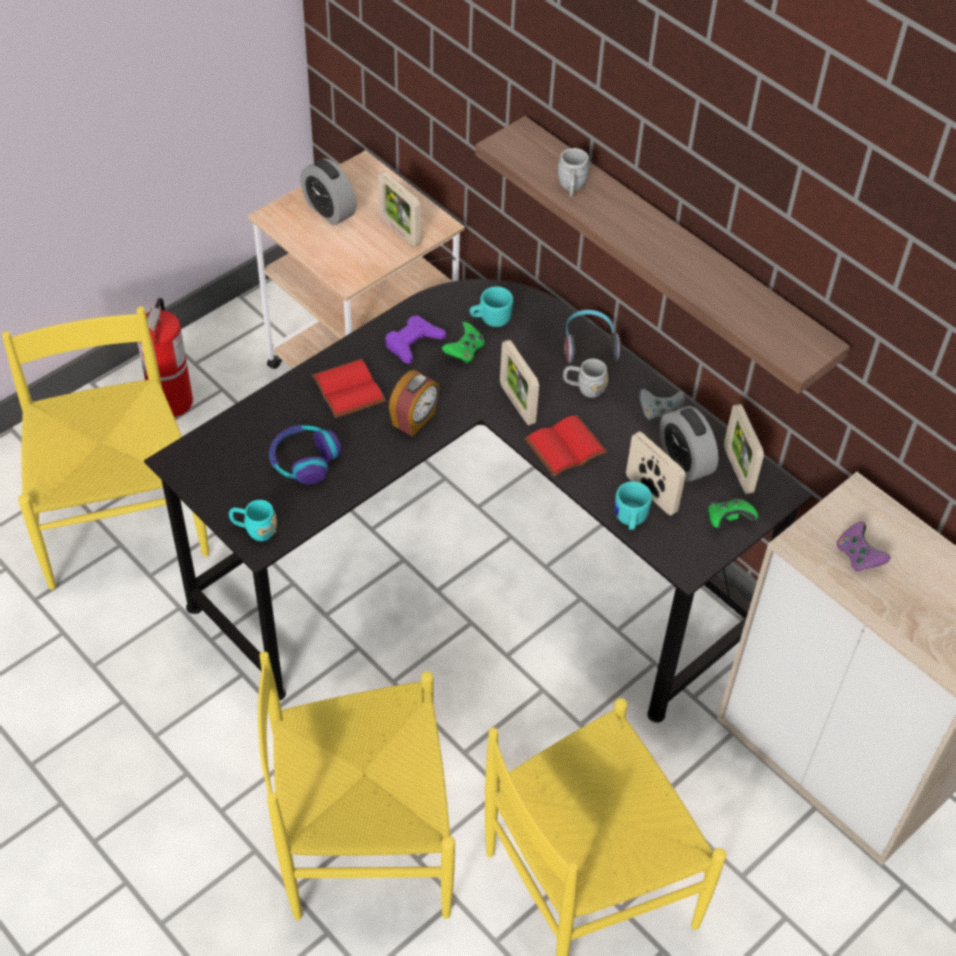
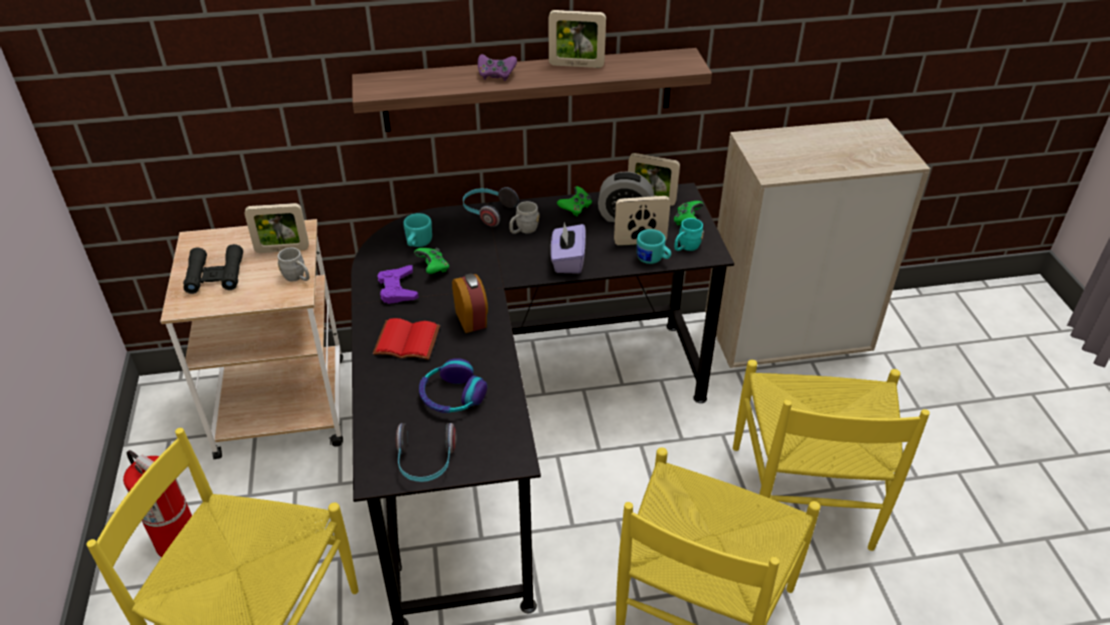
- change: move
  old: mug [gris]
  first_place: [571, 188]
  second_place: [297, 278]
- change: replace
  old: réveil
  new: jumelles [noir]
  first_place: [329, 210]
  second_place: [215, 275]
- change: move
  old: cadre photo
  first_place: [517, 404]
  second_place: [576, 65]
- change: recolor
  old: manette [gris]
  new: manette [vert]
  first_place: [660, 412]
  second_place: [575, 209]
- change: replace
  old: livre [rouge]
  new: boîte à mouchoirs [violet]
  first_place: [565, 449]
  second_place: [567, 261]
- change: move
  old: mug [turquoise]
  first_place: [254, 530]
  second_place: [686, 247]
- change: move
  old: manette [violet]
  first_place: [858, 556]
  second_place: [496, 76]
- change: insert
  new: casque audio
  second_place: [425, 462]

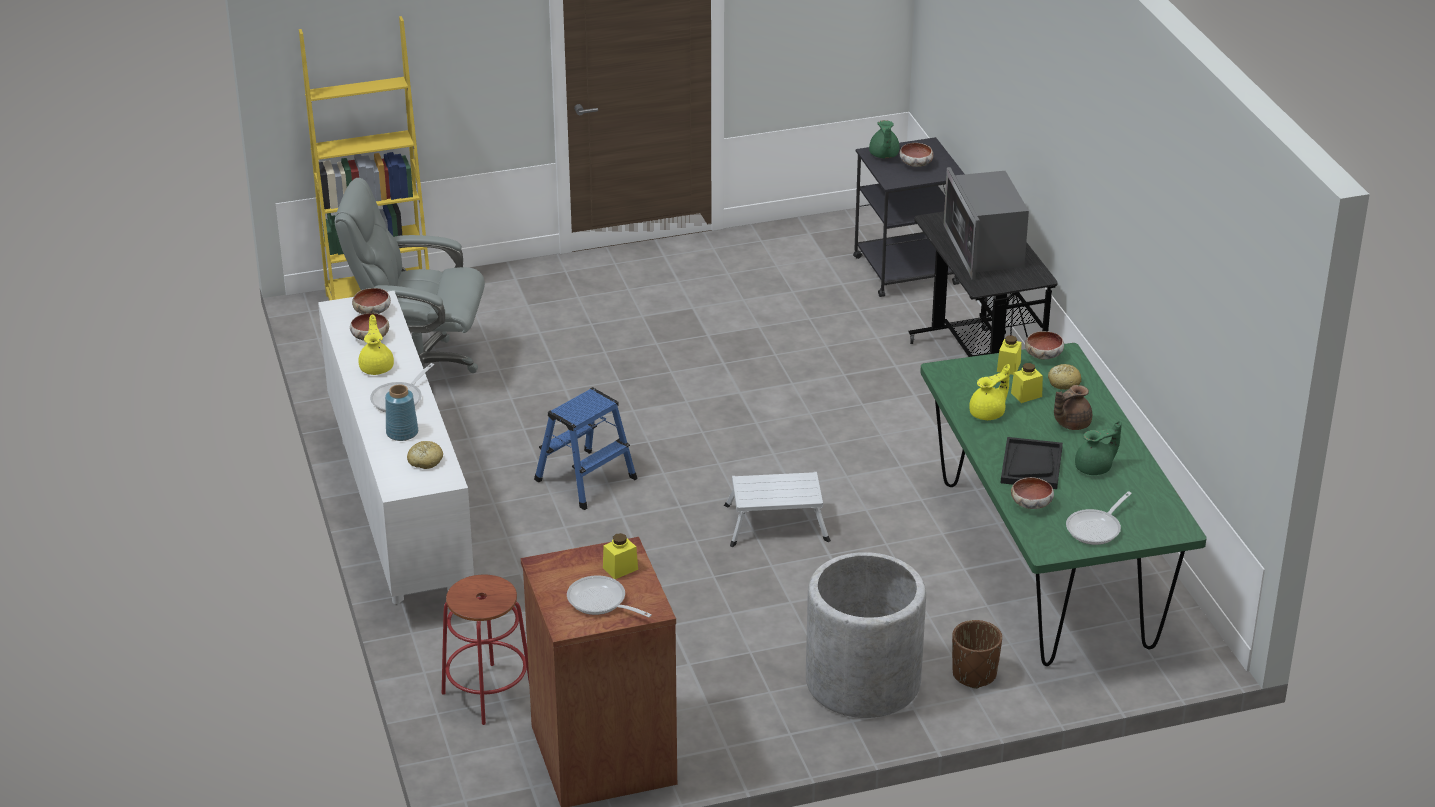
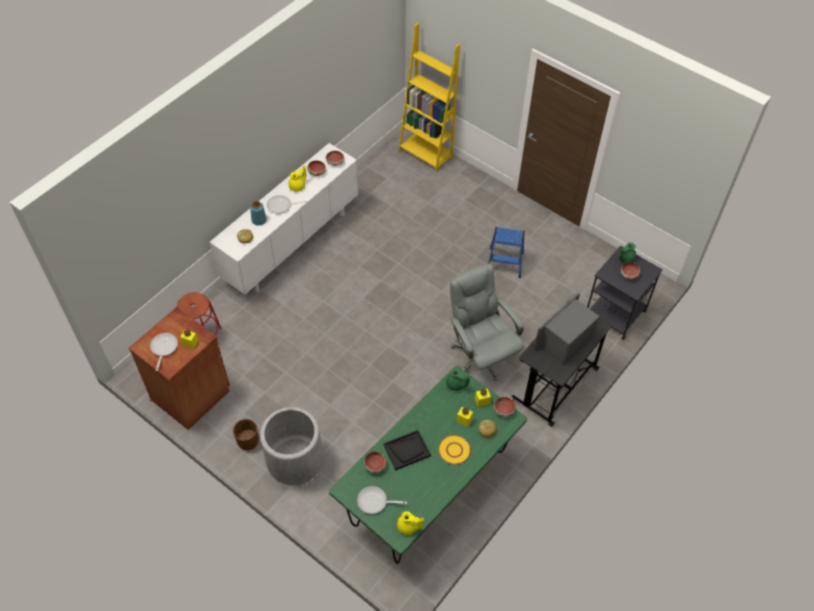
- change: move
  old: chaise de bureau [gris]
  first_place: [422, 368]
  second_place: [481, 358]
- change: move
  old: théière [jaune]
  first_place: [988, 413]
  second_place: [408, 527]
- change: replace
  old: théière [marron]
  new: assiette [jaune]
  first_place: [1071, 423]
  second_place: [454, 450]
- change: move
  old: escabeau [bleu]
  first_place: [586, 479]
  second_place: [505, 262]
- change: move
  old: théière [vert]
  first_place: [1095, 468]
  second_place: [456, 385]
- change: delete
  old: escabeau [blanc]
  first_place: [775, 523]
- change: move
  old: cache-pot [marron]
  first_place: [974, 675]
  second_place: [248, 441]

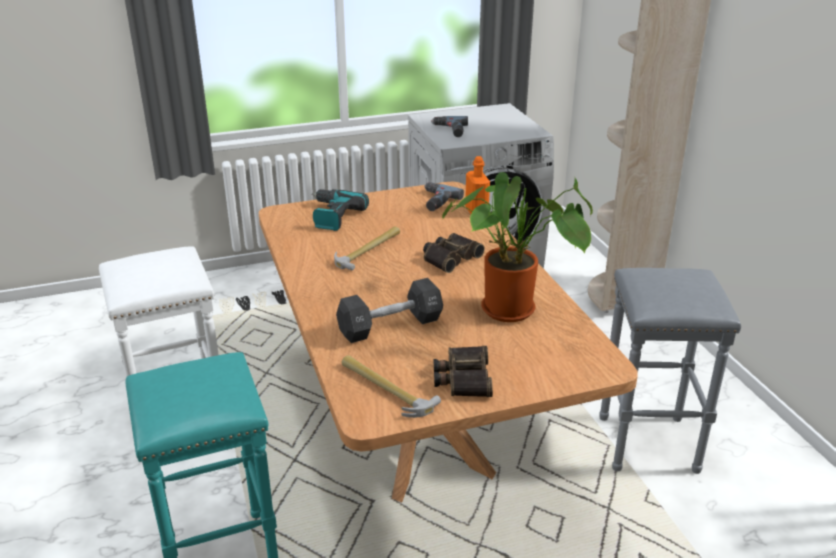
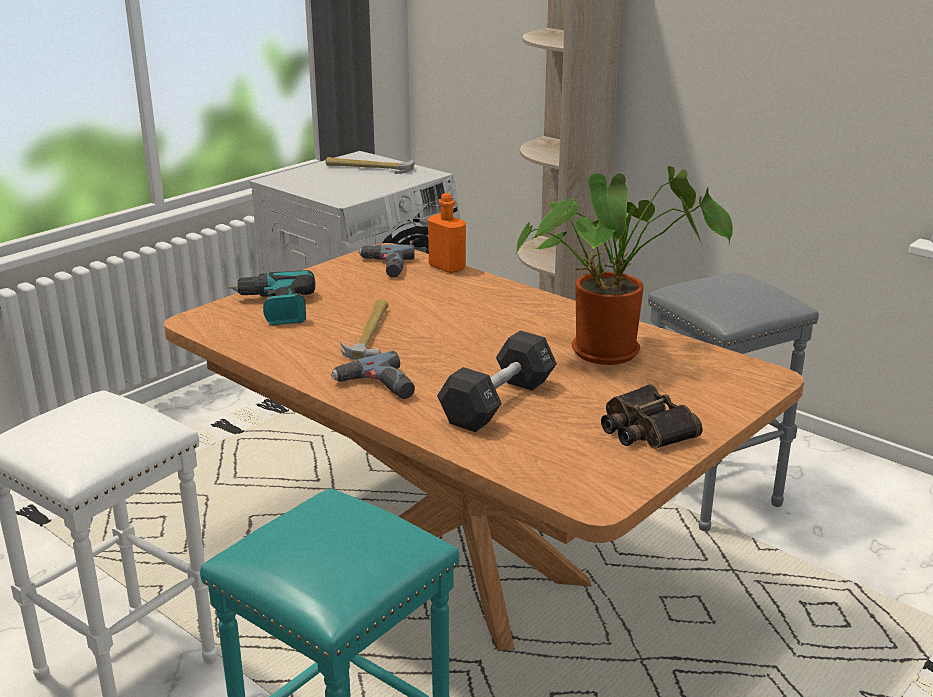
- change: move
  old: perceuse
  first_place: [450, 130]
  second_place: [376, 387]
- change: delete
  old: jumelles
  first_place: [450, 257]
- change: move
  old: marteau
  first_place: [386, 388]
  second_place: [369, 168]

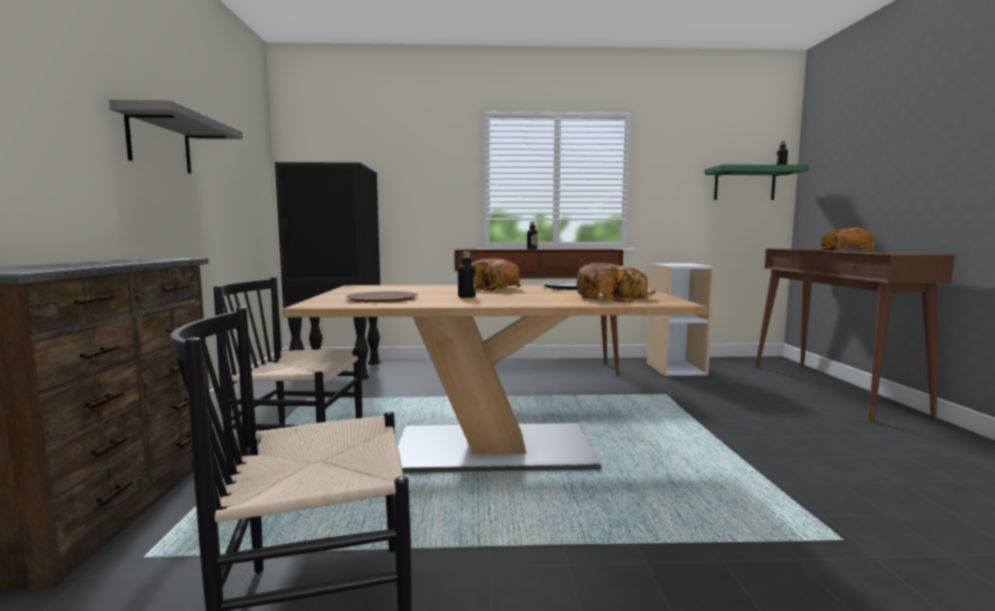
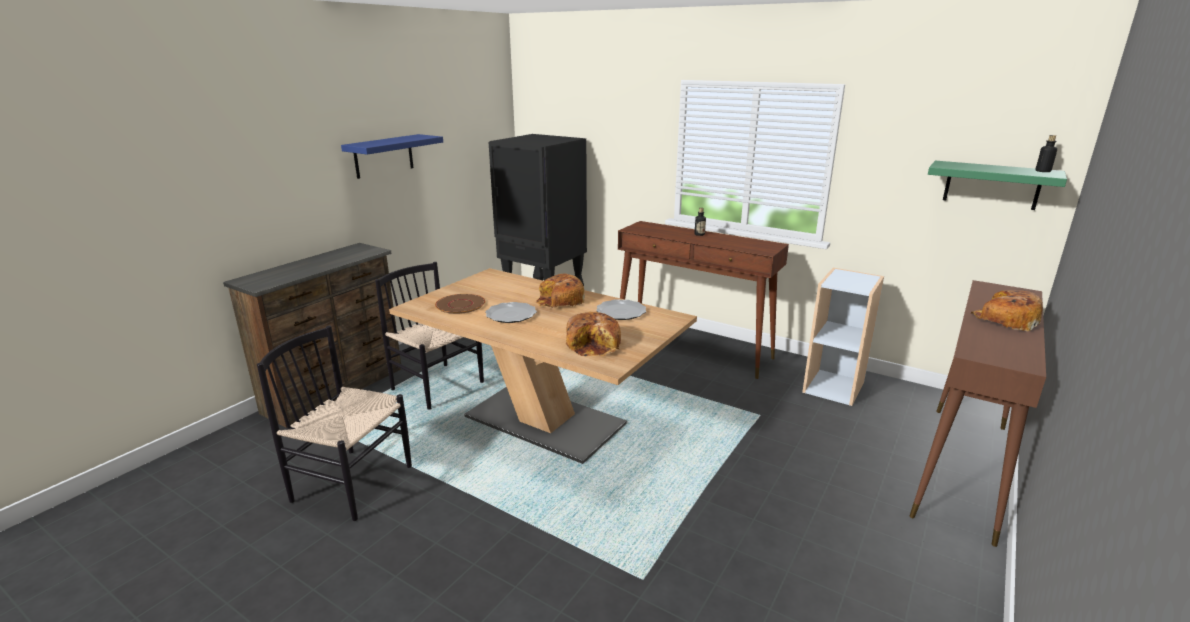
- change: recolor
  old: étagère [gris]
  new: étagère [bleu]
  first_place: [159, 142]
  second_place: [384, 156]
- change: replace
  old: bouteille
  new: assiette
  first_place: [466, 297]
  second_place: [510, 314]

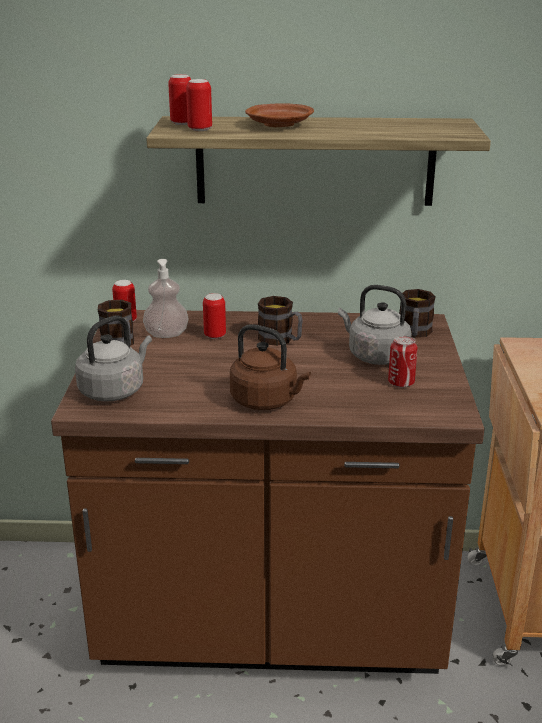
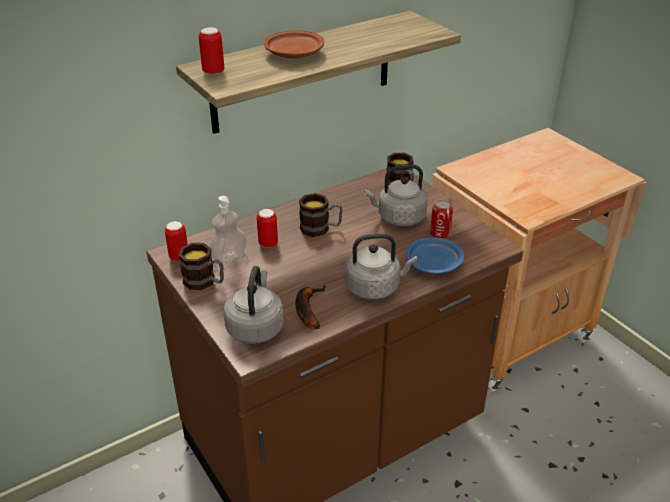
- change: delete
  old: boîte métallique
  first_place: [200, 129]
- change: recolor
  old: bouilloire [marron]
  new: bouilloire [gris]
  first_place: [267, 401]
  second_place: [375, 287]
- change: insert
  new: assiette [bleu]
  second_place: [434, 263]
- change: insert
  new: banane
  second_place: [307, 309]

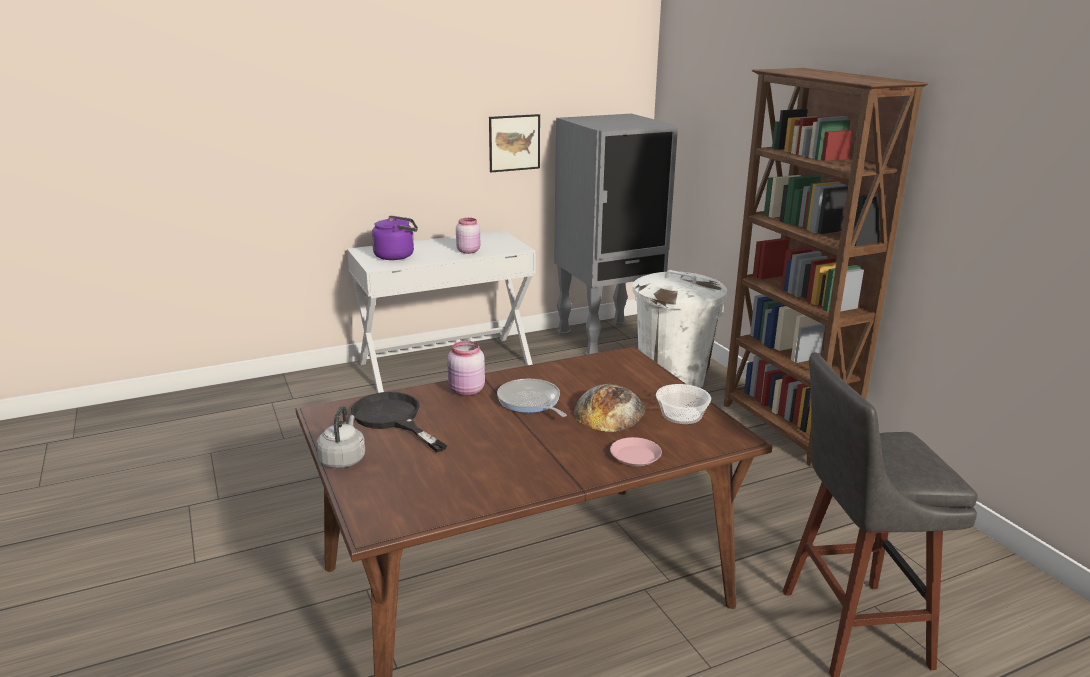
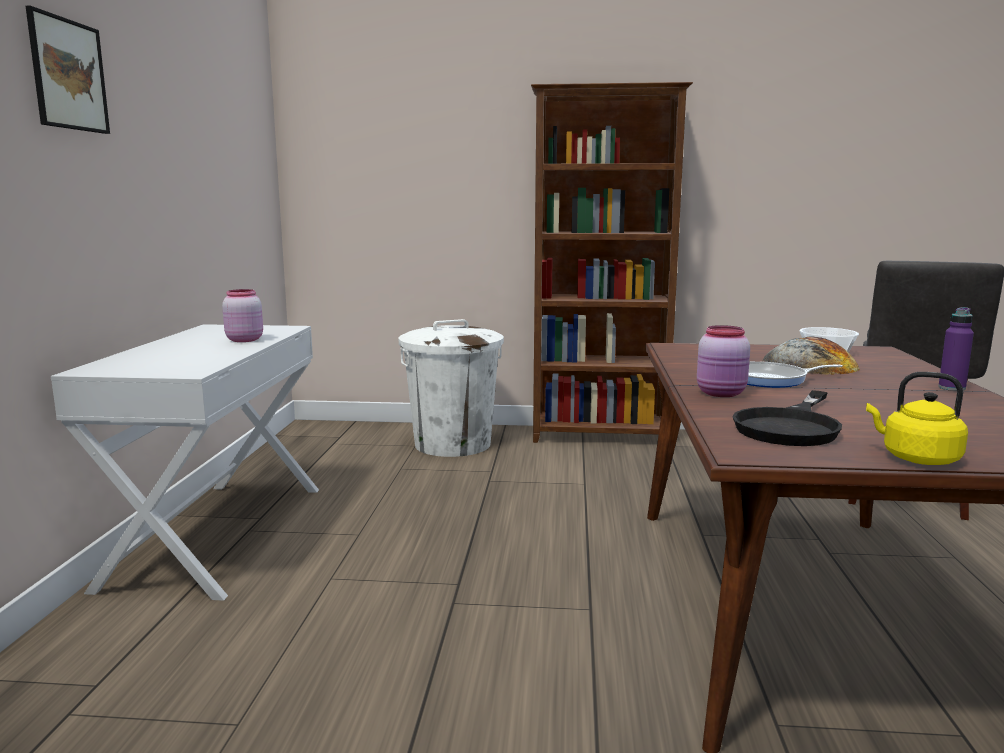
- change: move
  old: tableau
  first_place: [514, 143]
  second_place: [68, 74]
- change: delete
  old: meuble de rangement [gris]
  first_place: [607, 338]
- change: delete
  old: bouilloire [violet]
  first_place: [397, 256]
- change: rotate
  old: poêle [noir]
  first_place: [393, 419]
  second_place: [791, 426]
  degrees: -45
- change: recolor
  old: bouilloire [gris]
  new: bouilloire [jaune]
  first_place: [343, 459]
  second_place: [916, 458]
- change: delete
  old: assiette [rose]
  first_place: [635, 456]
- change: insert
  new: bouteille [violet]
  second_place: [951, 388]

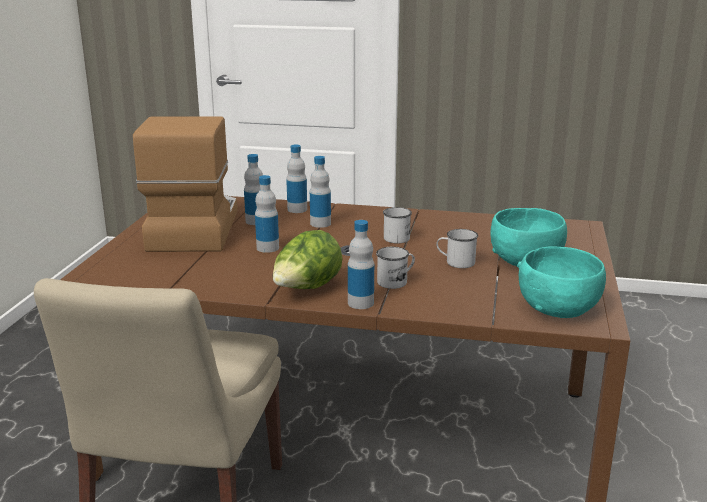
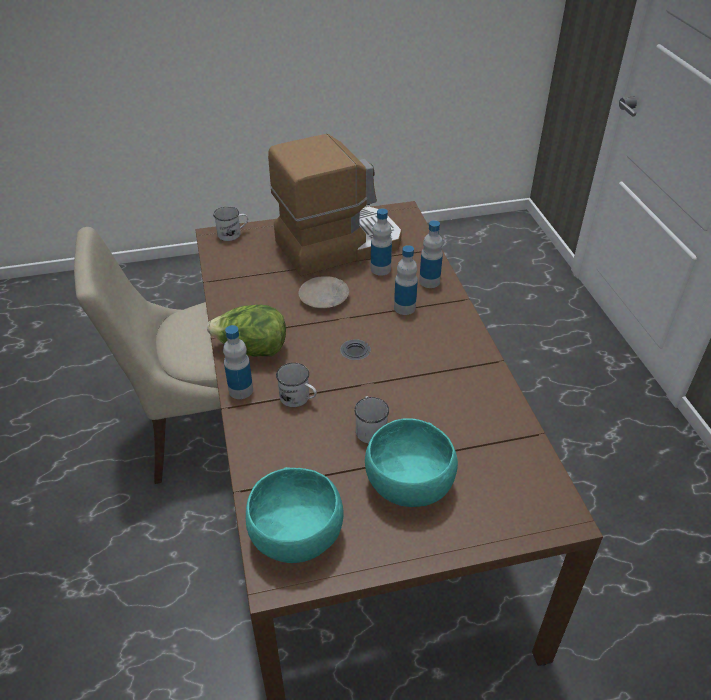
- change: replace
  old: bouteille
  new: assiette [beige]
  first_place: [267, 248]
  second_place: [324, 298]
- change: move
  old: mug [blanc]
  first_place: [397, 237]
  second_place: [233, 234]

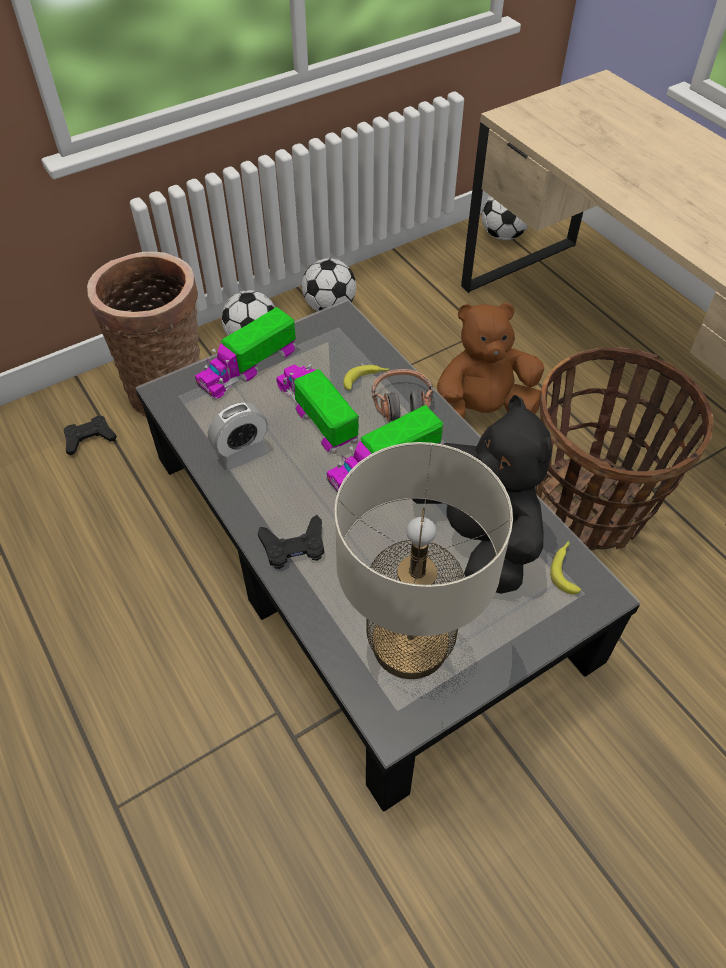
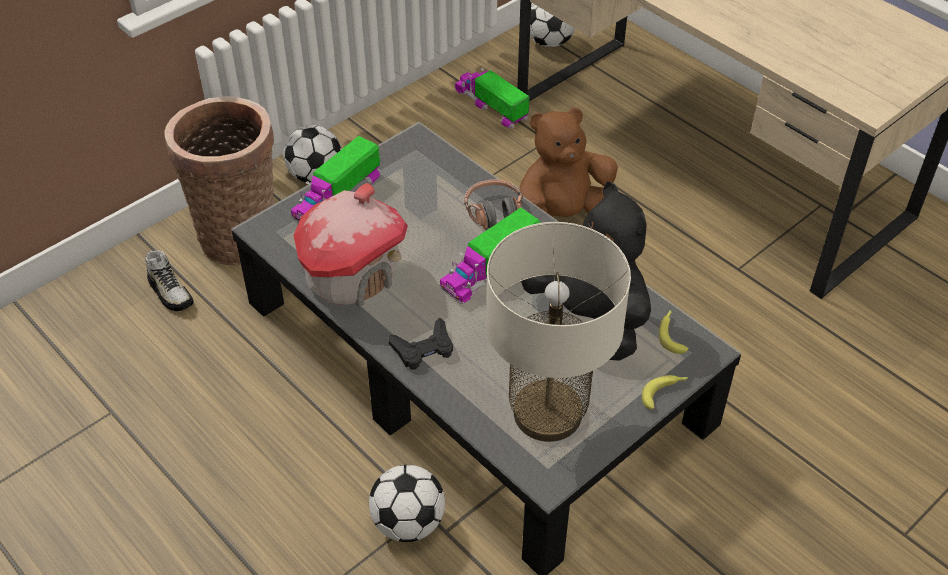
- change: move
  old: ballon de foot
  first_place: [329, 307]
  second_place: [408, 523]
- change: delete
  old: panier
  first_place: [590, 506]
- change: move
  old: camion jouet
  first_place: [317, 414]
  second_place: [491, 106]
- change: move
  old: banane
  first_place: [366, 379]
  second_place: [664, 392]
- change: replace
  old: réveil
  new: maison miniature
  first_place: [242, 453]
  second_place: [353, 275]
- change: replace
  old: manette [noir]
  new: chaussure
  first_place: [89, 438]
  second_place: [170, 292]

